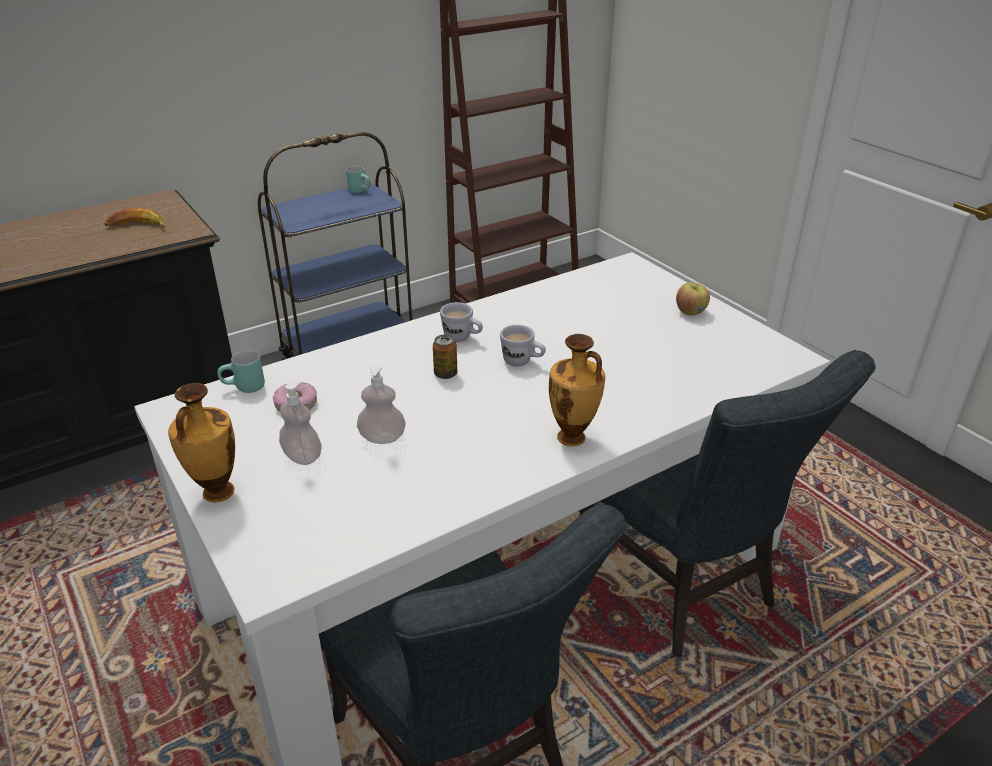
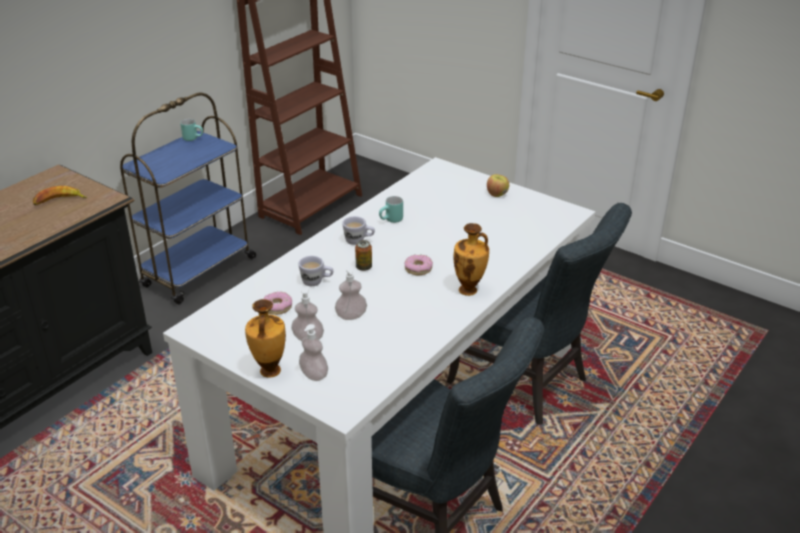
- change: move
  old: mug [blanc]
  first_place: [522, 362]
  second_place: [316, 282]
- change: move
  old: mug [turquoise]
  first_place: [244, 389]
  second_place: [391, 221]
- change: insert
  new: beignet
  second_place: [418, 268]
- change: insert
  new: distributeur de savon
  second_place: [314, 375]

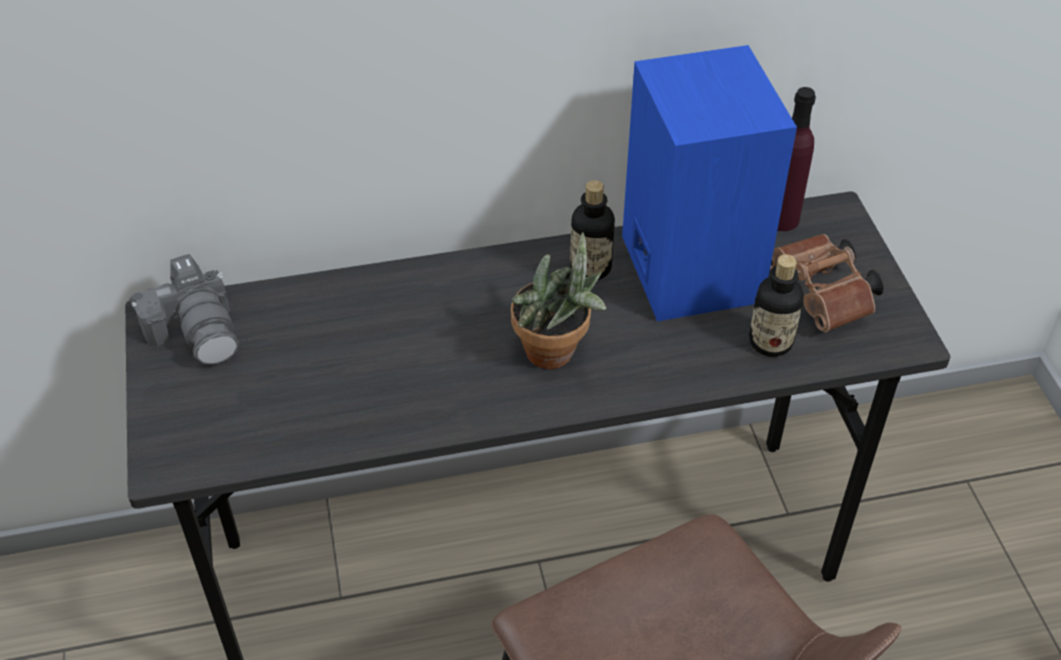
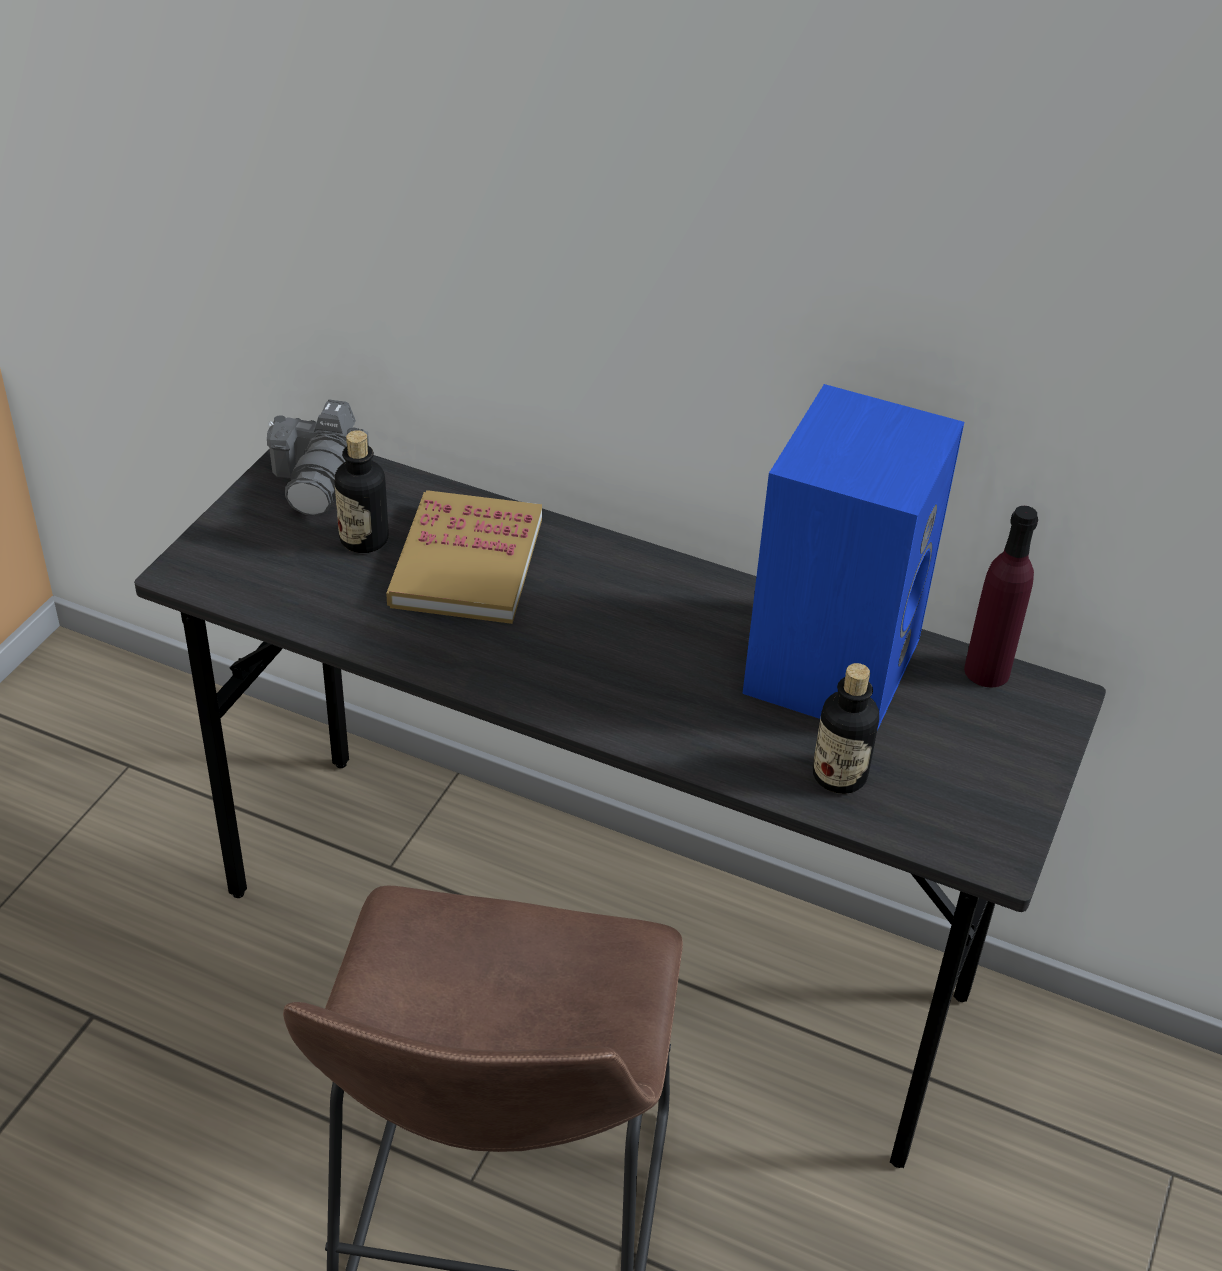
- change: move
  old: bouteille
  first_place: [590, 268]
  second_place: [364, 539]
- change: delete
  old: plante en pot
  first_place: [557, 355]
- change: delete
  old: jumelles [marron]
  first_place: [823, 297]
- change: insert
  new: livre
  second_place: [466, 562]

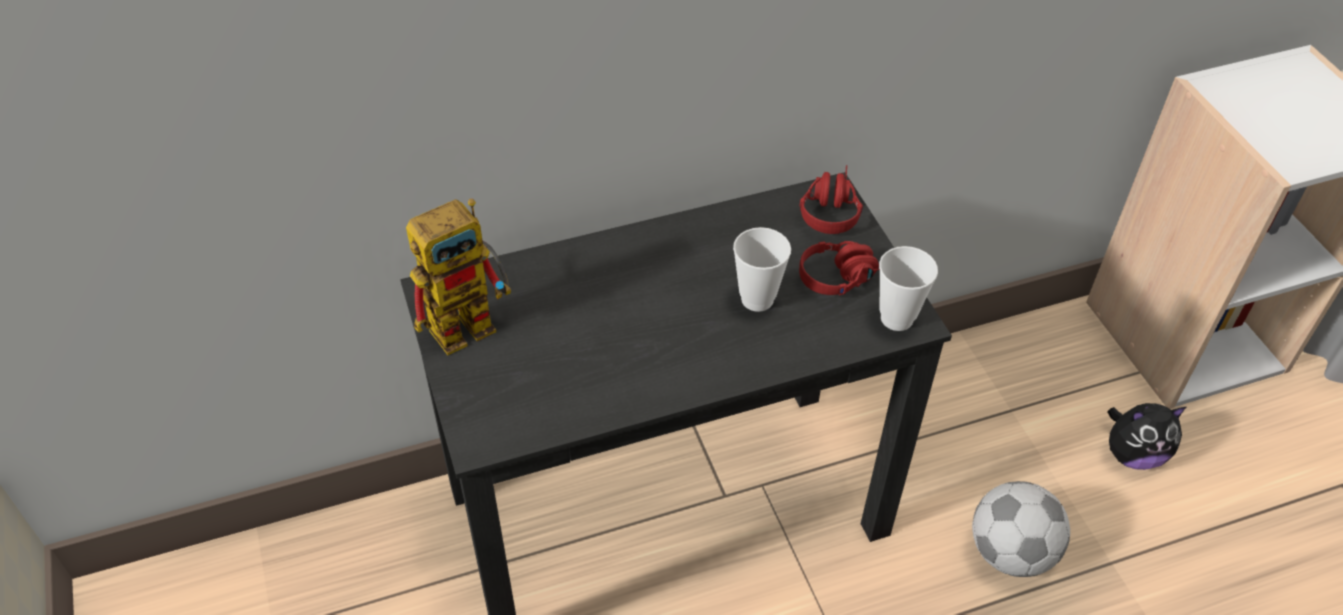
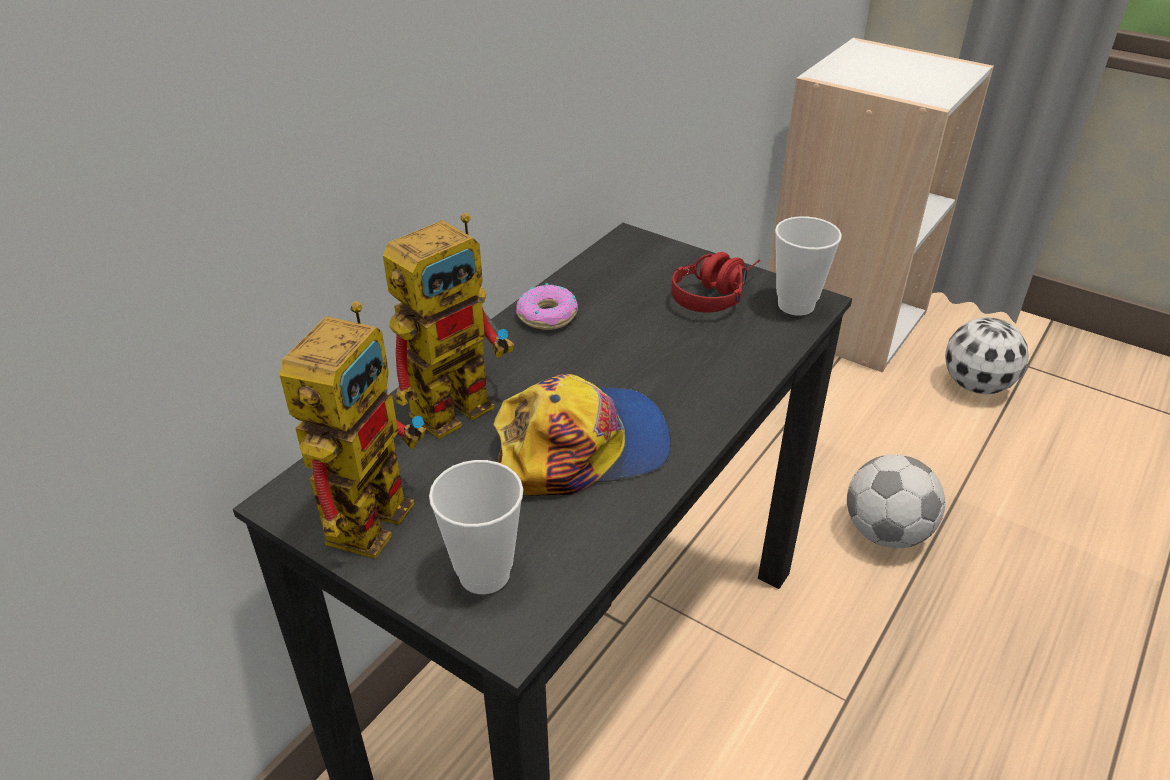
- change: delete
  old: casque audio [rouge]
  first_place: [829, 207]
- change: move
  old: tasse
  first_place: [757, 299]
  second_place: [484, 574]
- change: delete
  old: peluche
  first_place: [1132, 454]
- change: insert
  new: robot jouet
  second_place: [461, 399]
- change: insert
  new: beignet
  second_place: [548, 316]
- change: insert
  new: ballon de foot
  second_place: [976, 385]
- change: insert
  new: casquette
  second_place: [582, 447]

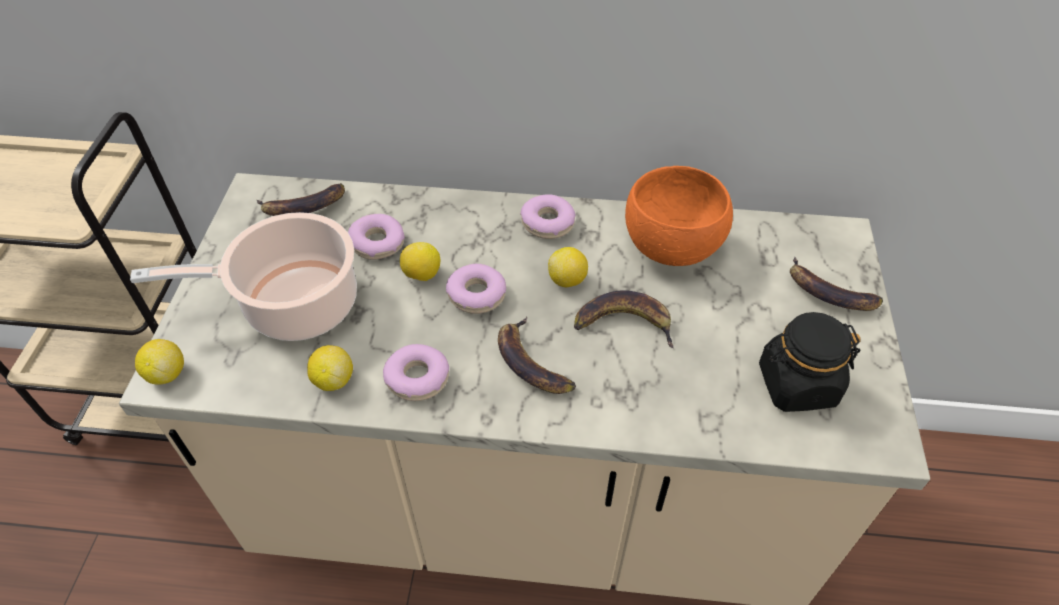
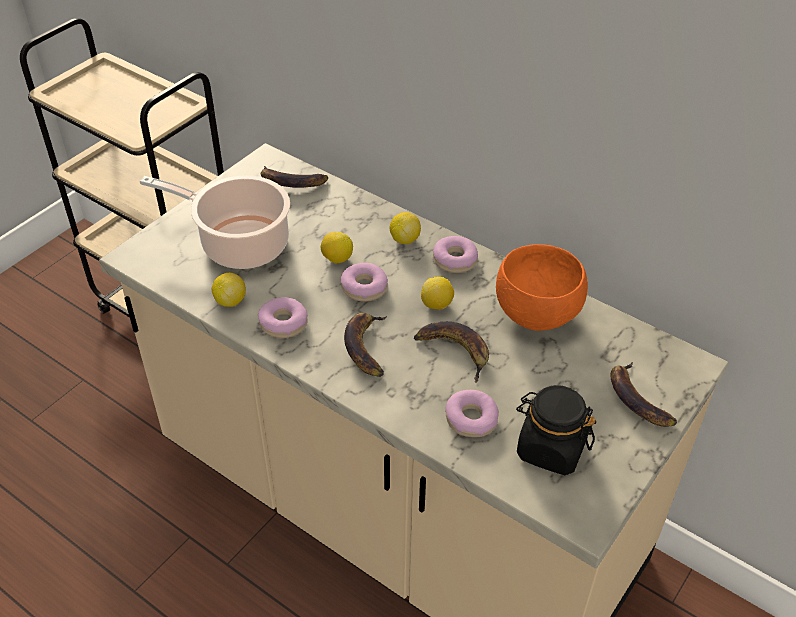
- change: move
  old: beignet
  first_place: [377, 243]
  second_place: [471, 419]
- change: move
  old: citron
  first_place: [167, 373]
  second_place: [404, 239]

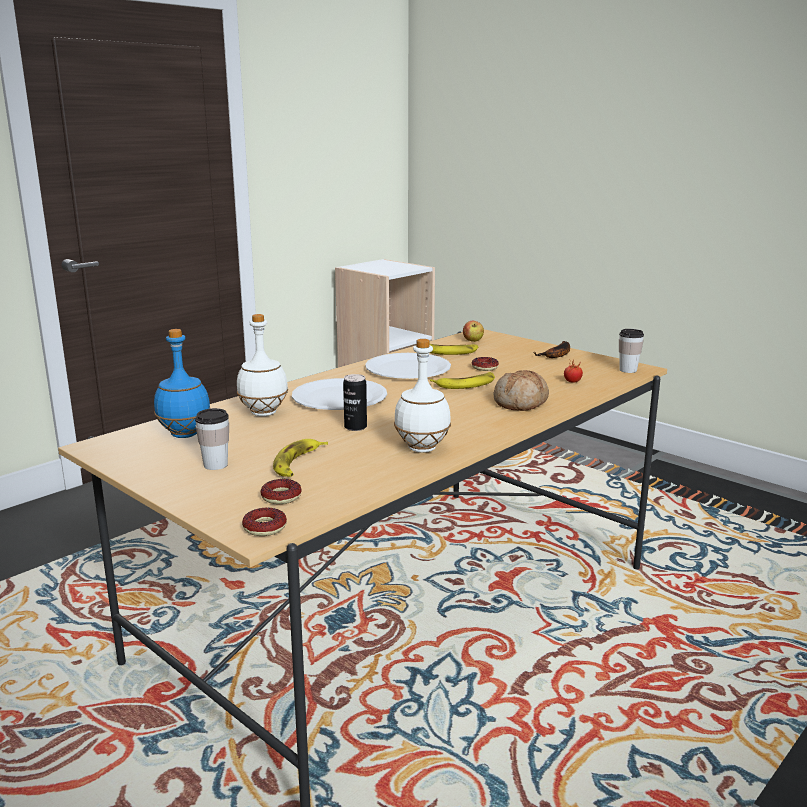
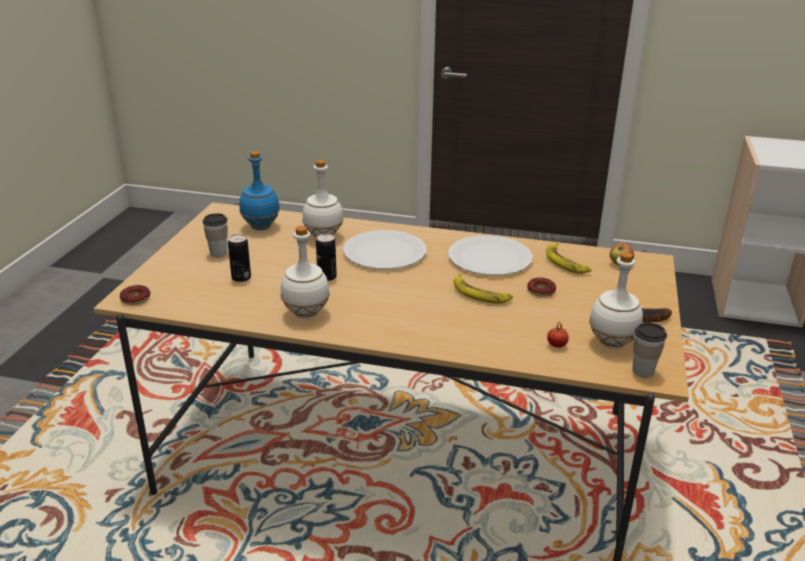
- change: delete
  old: pain
  first_place: [521, 403]
- change: replace
  old: banane
  new: boîte métallique
  first_place: [298, 463]
  second_place: [241, 278]
- change: delete
  old: beignet
  first_place: [281, 497]
- change: insert
  new: bouteille [blanc]
  second_place: [611, 343]

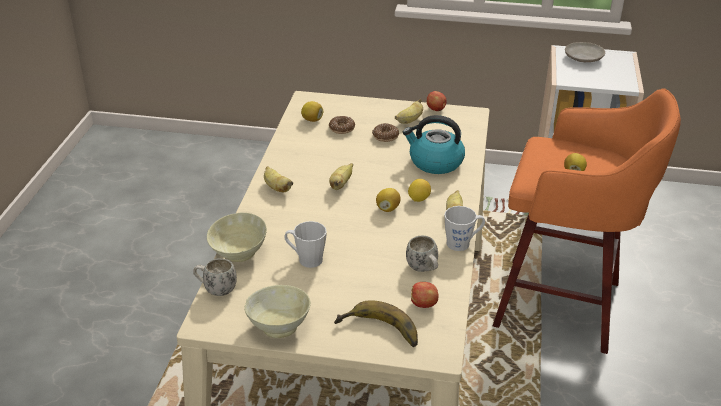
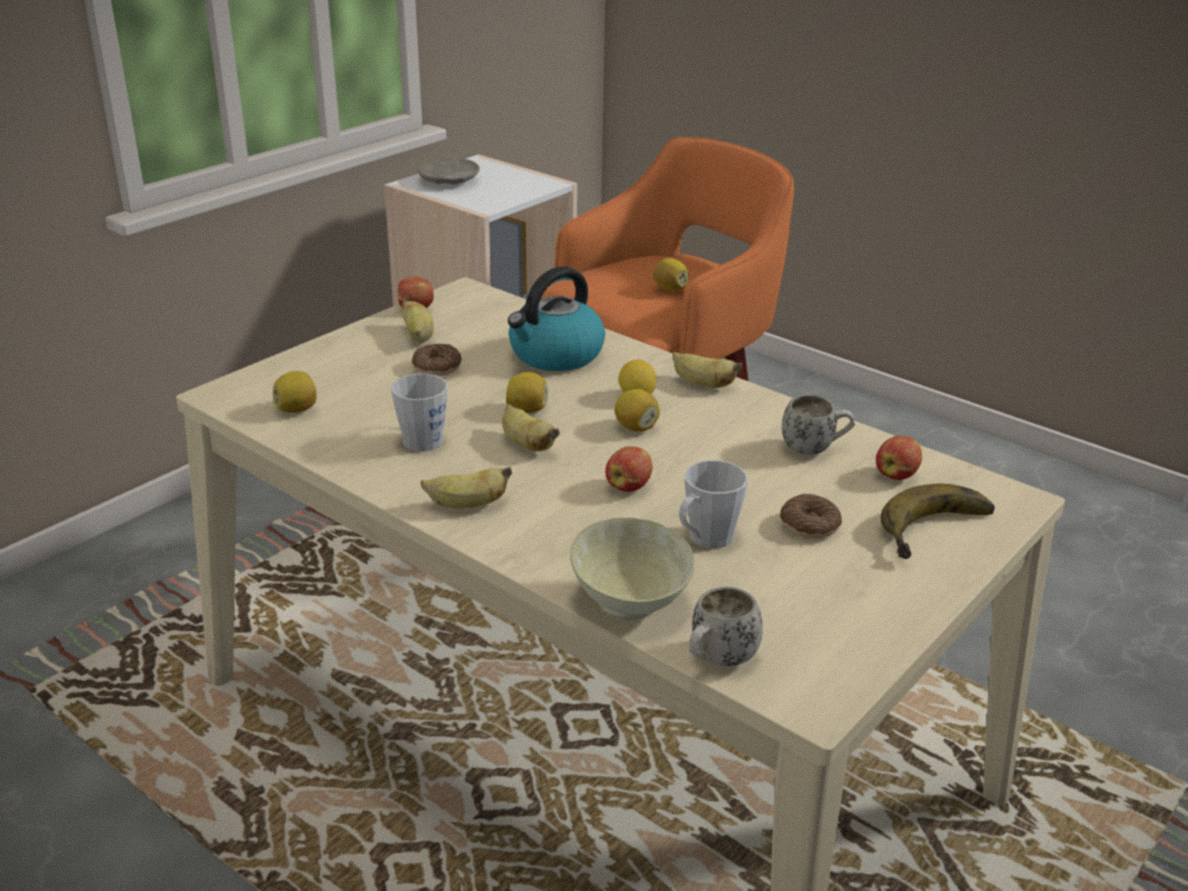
- change: move
  old: beignet
  first_place: [341, 129]
  second_place: [809, 525]
- change: move
  old: mug [gris]
  first_place: [462, 243]
  second_place: [426, 437]
- change: delete
  old: bol [beige]
  first_place: [279, 326]
- change: insert
  new: citron
  second_place: [527, 410]
- change: insert
  new: pomme
  second_place: [629, 486]

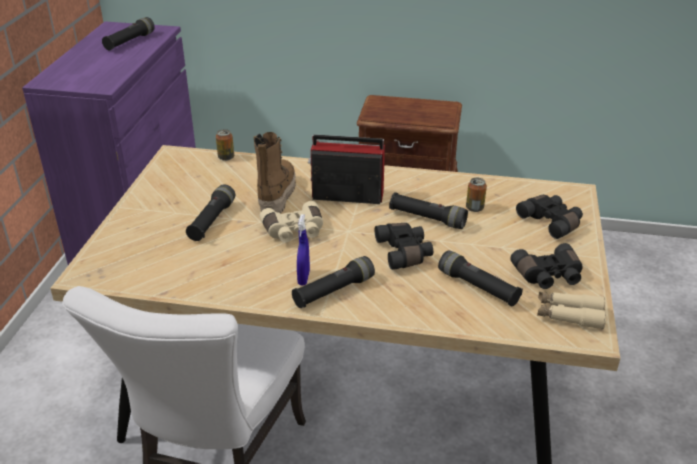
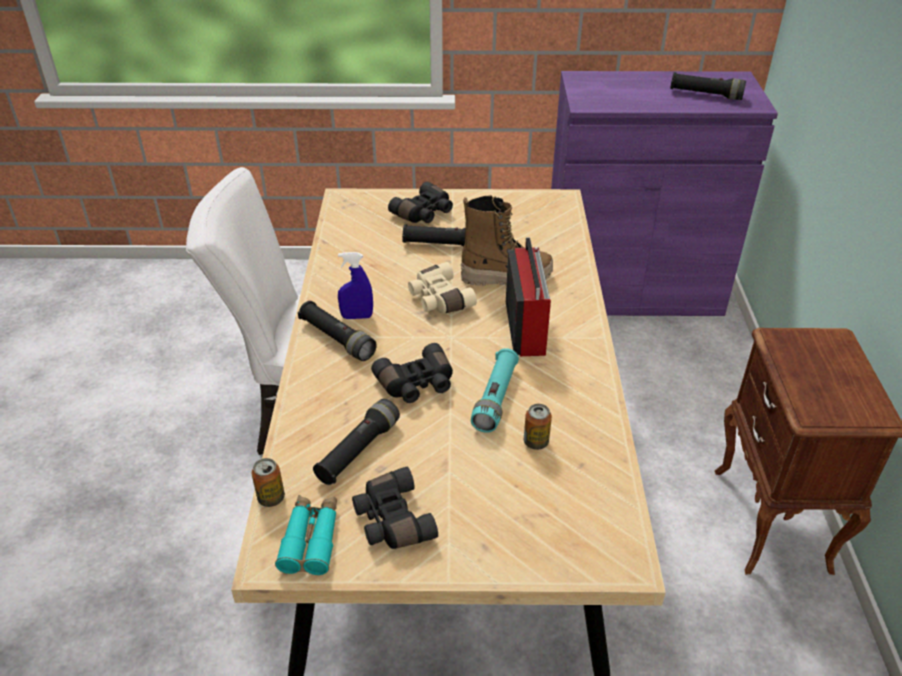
- change: move
  old: boîte métallique
  first_place: [226, 157]
  second_place: [271, 498]
- change: recolor
  old: lampe de poche [noir]
  new: lampe de poche [turquoise]
  first_place: [427, 218]
  second_place: [495, 398]
- change: move
  old: jumelles [noir]
  first_place: [551, 222]
  second_place: [424, 213]
- change: recolor
  old: jumelles [beige]
  new: jumelles [turquoise]
  first_place: [569, 315]
  second_place: [311, 539]

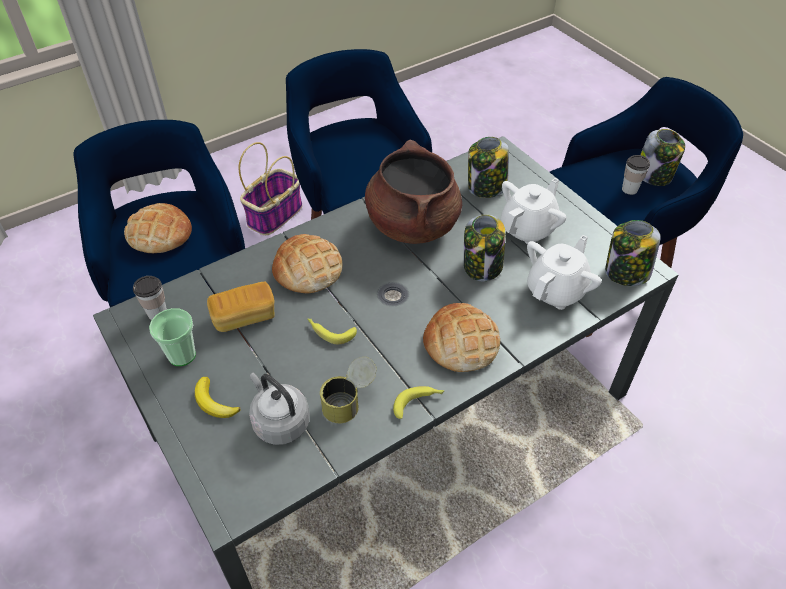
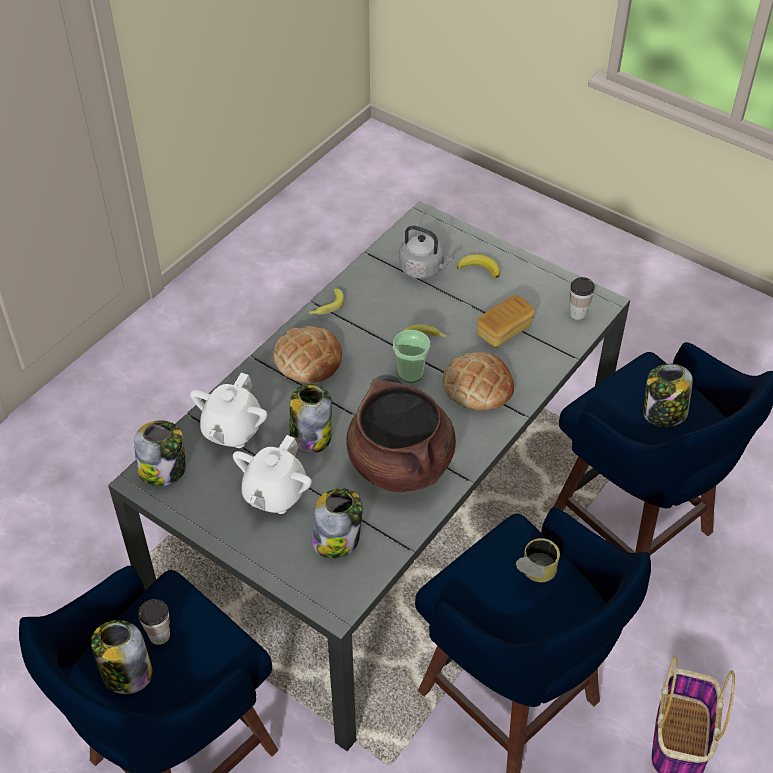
- change: replace
  old: pain
  new: bocal
  first_place: [160, 233]
  second_place: [663, 413]
- change: move
  old: tasse
  first_place: [182, 355]
  second_place: [410, 373]
- change: move
  old: boîte métallique
  first_place: [349, 401]
  second_place: [534, 575]

